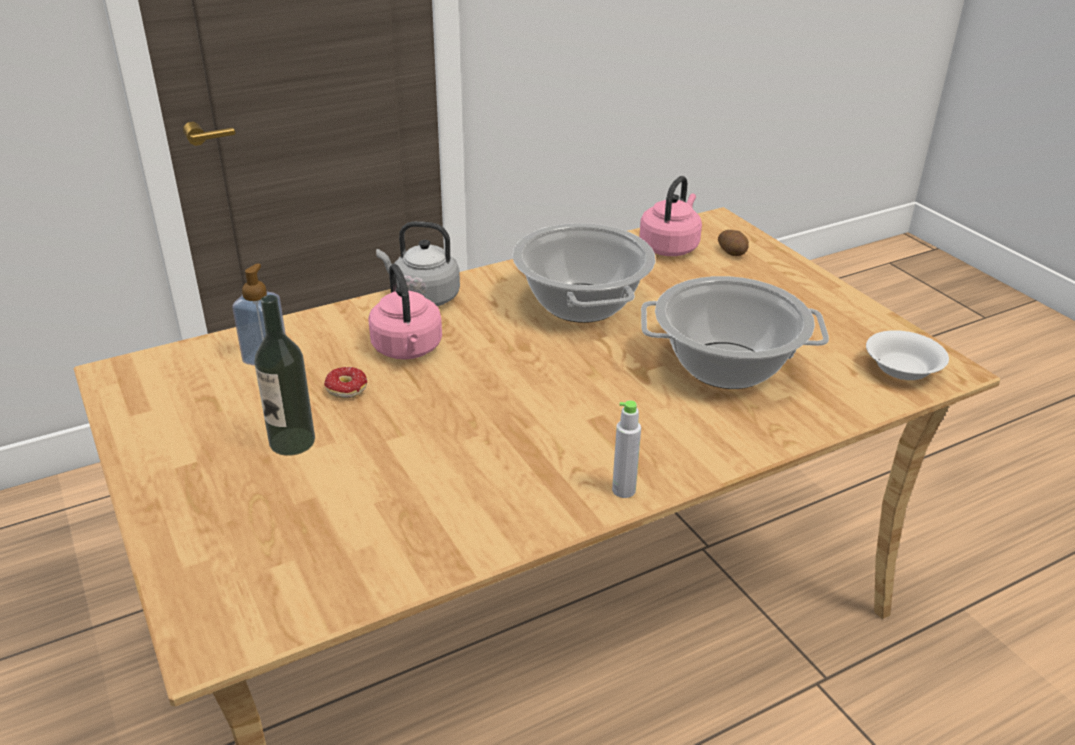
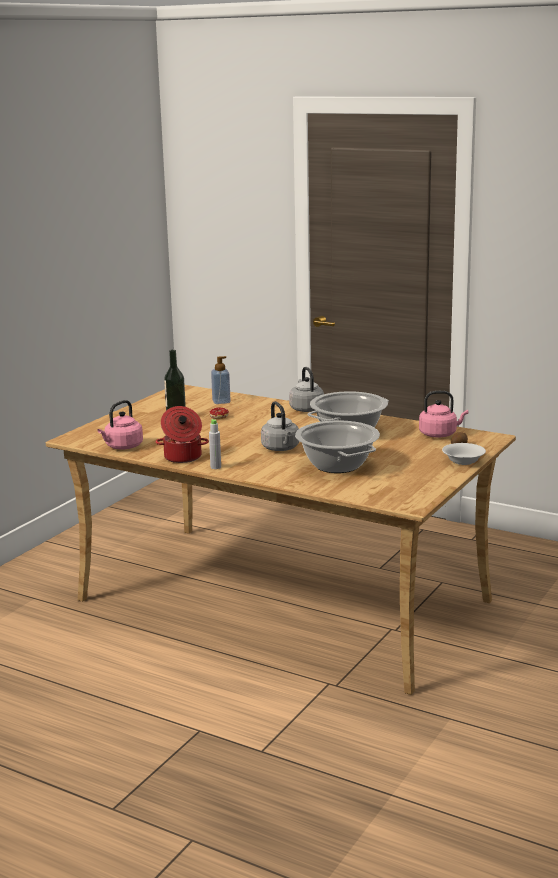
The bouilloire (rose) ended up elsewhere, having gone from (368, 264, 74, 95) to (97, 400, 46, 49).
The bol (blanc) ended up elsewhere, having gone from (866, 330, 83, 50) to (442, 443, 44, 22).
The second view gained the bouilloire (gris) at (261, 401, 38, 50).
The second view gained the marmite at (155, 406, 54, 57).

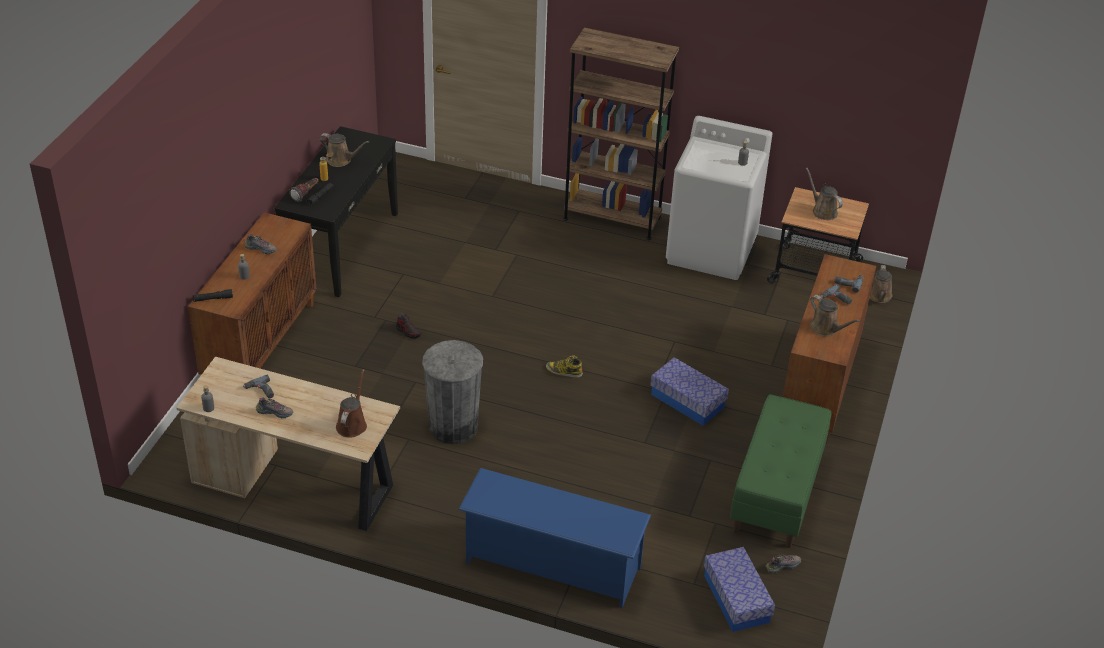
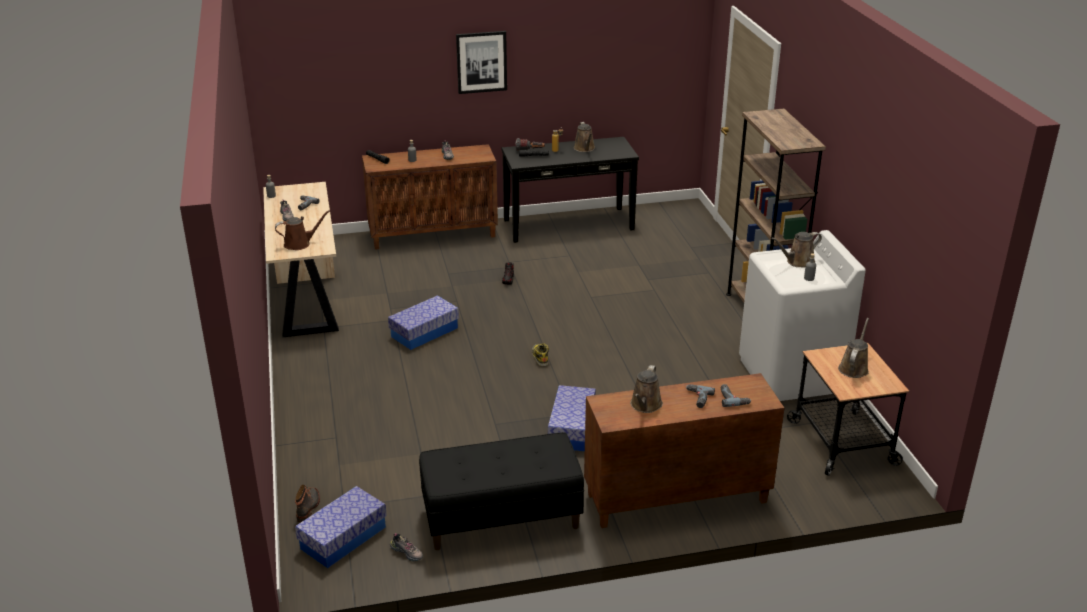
The arrosoir (marron) ended up elsewhere, having gone from (870, 265, 22, 38) to (771, 232, 51, 35).
Where the poubelle (gris) stood at (422, 340, 61, 104), the boîte de rangement came to stand at (388, 295, 71, 55).
What was the banc (vert) at (730, 394, 101, 154) turned into the banc (noir) at (419, 432, 165, 118).
The second view lost the étagère à chaussures (bleu) at (458, 468, 193, 140).
The second view gained the tableau at (456, 31, 51, 63).
The second view gained the botte at (295, 484, 25, 39).

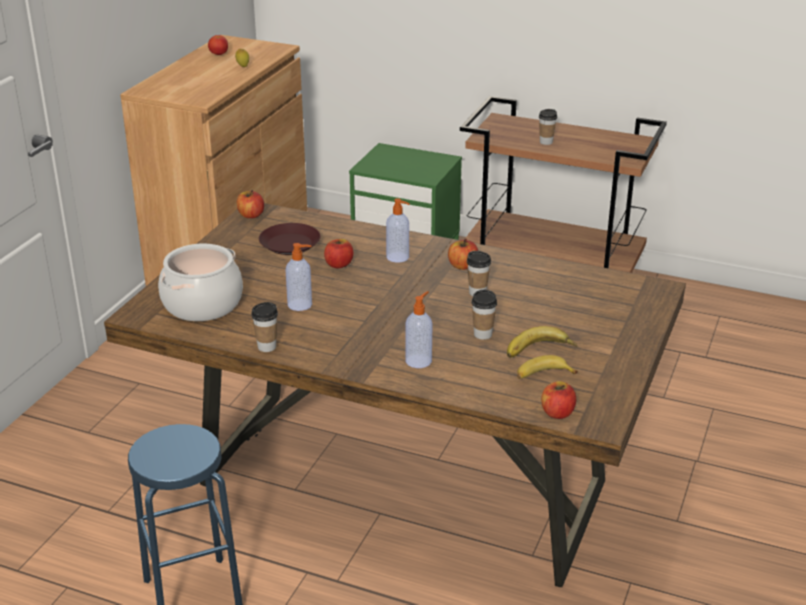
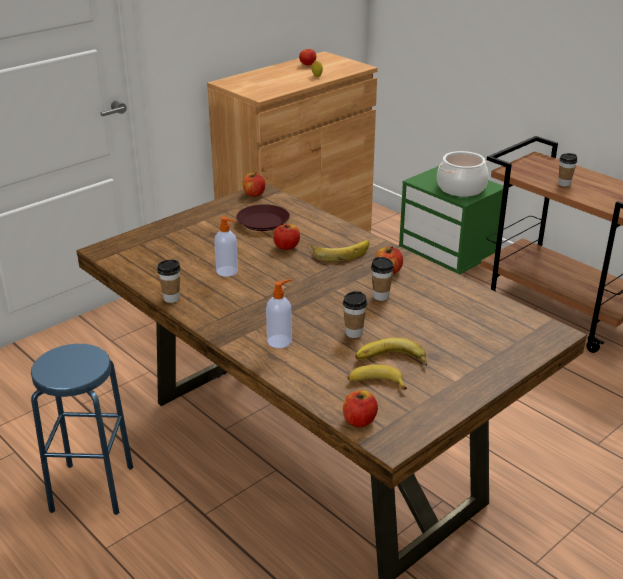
Where the distributeur de savon stood at (386, 198, 24, 65), the banane came to stand at (311, 240, 58, 21).
The marmite ended up elsewhere, having gone from (158, 244, 85, 77) to (437, 151, 52, 46).

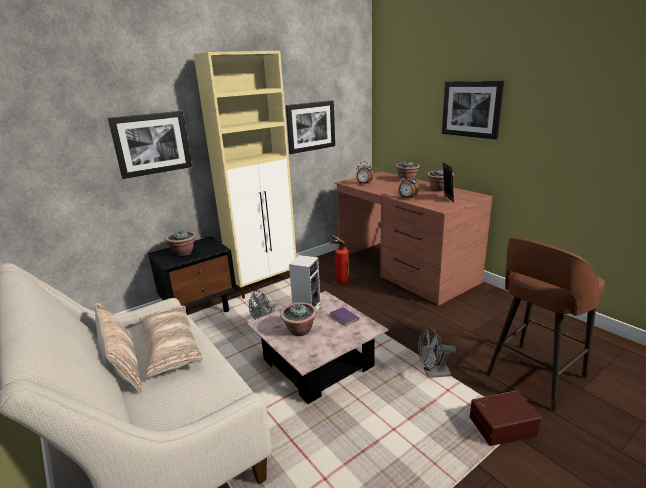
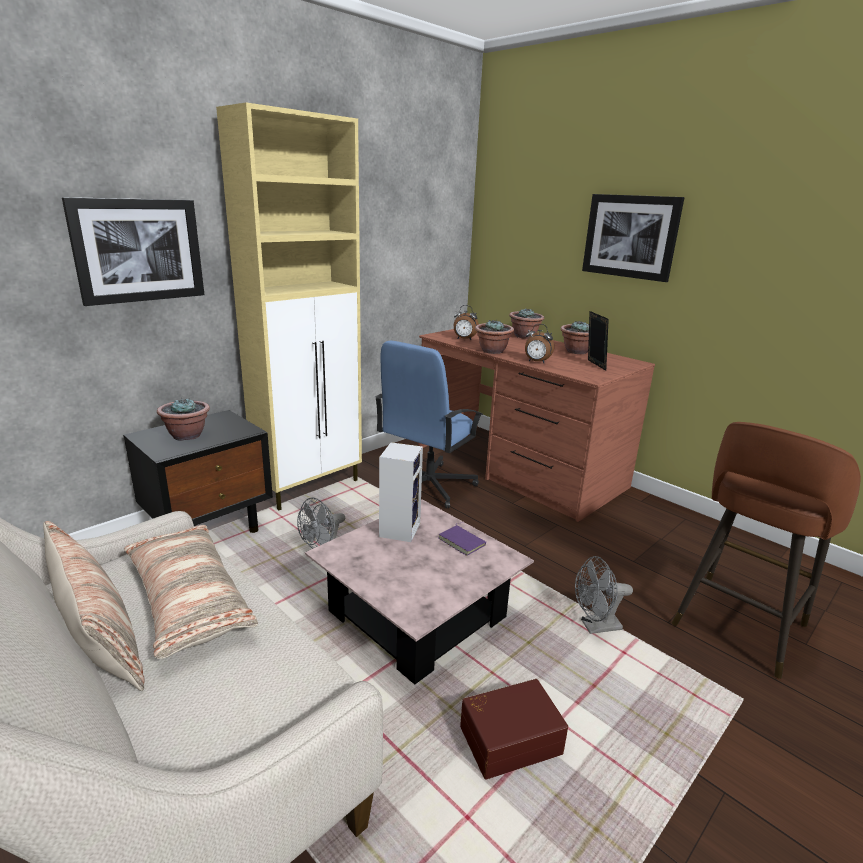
The second view lost the tableau at (286, 101, 49, 53).
Where the extincteur stood at (330, 234, 19, 51), the chaise de bureau (bleu) came to stand at (375, 340, 108, 168).
The plante en pot ended up elsewhere, having gone from (280, 302, 37, 34) to (475, 320, 39, 34).
The boîte de rangement (marron) ended up elsewhere, having gone from (470, 390, 72, 56) to (460, 679, 108, 100).

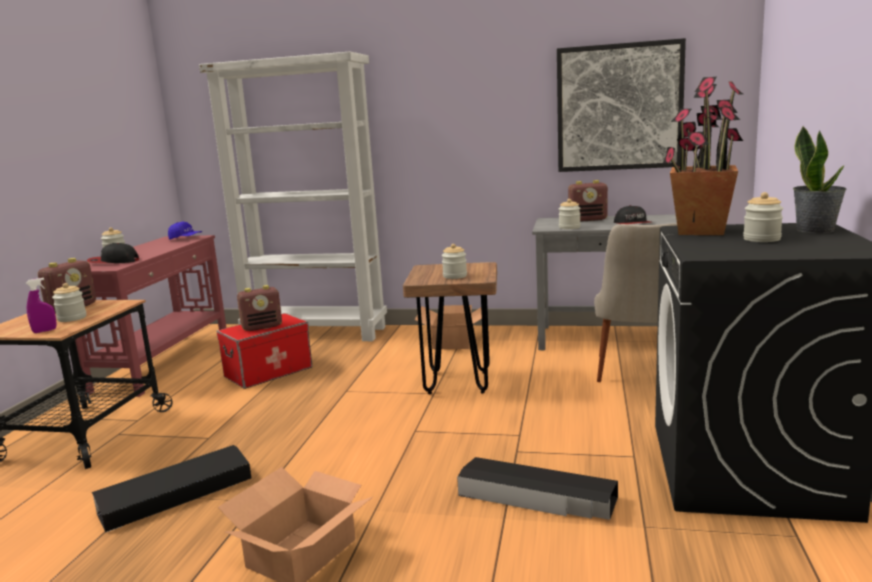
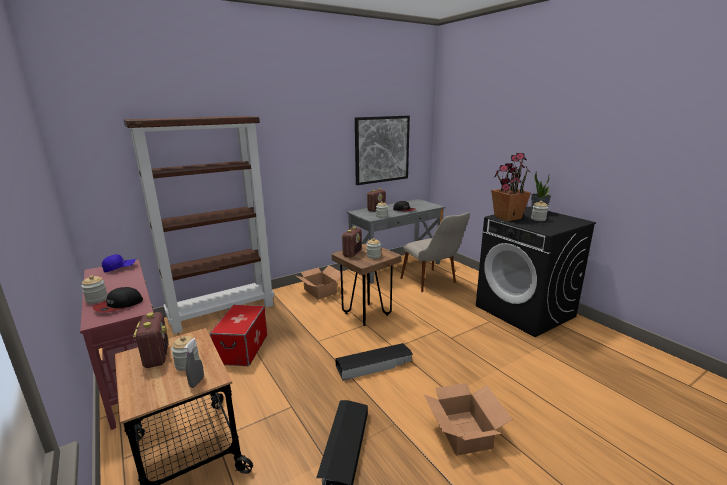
What was the bibliothèque (blanc) at (199, 51, 188, 290) turned into the bibliothèque (marron) at (123, 116, 152, 218).
What was the vaporisateur (violet) at (26, 278, 31, 55) turned into the vaporisateur (gris) at (185, 338, 19, 50).
The radio ended up elsewhere, having gone from (237, 285, 45, 46) to (342, 227, 20, 31).
The boîte de rangement (noir) ended up elsewhere, having gone from (457, 457, 161, 63) to (335, 343, 78, 38).

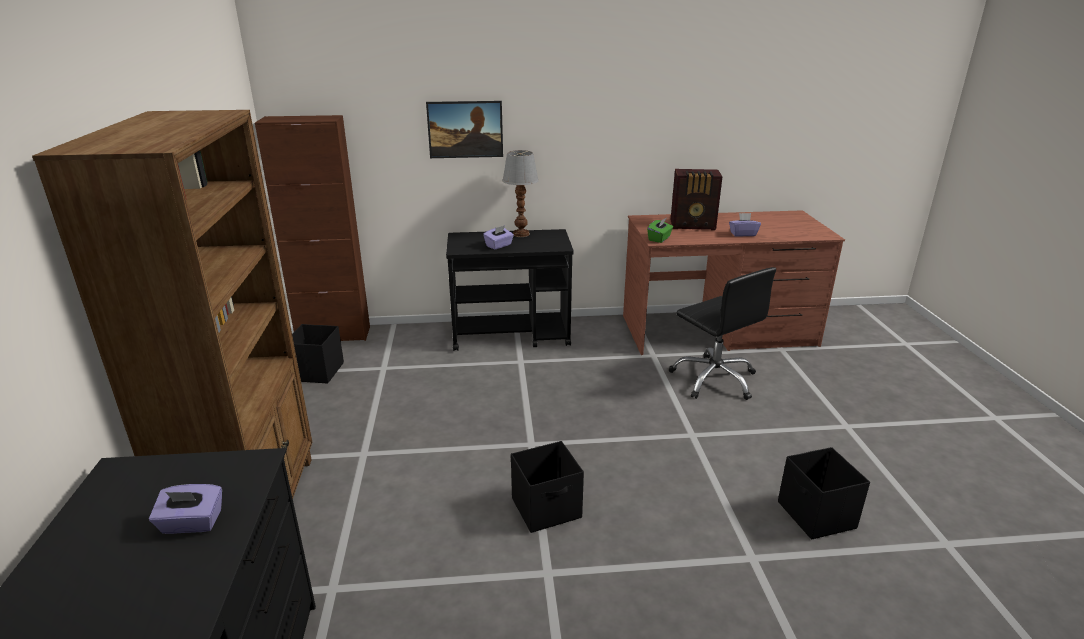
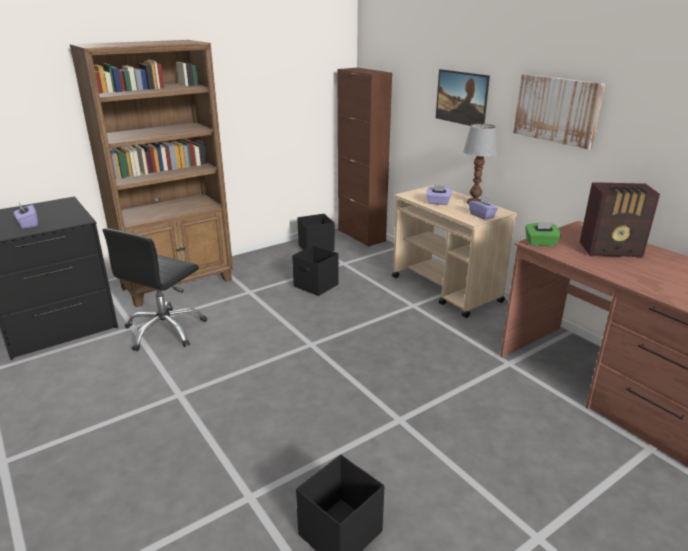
The radio at (671, 169, 51, 61) ended up facing another way, 60 degrees counterclockwise from before.
The boîte à mouchoirs (violet) ended up elsewhere, having gone from (729, 213, 32, 24) to (469, 195, 29, 25).
What was the chariot (noir) at (446, 229, 128, 122) turned into the chariot (beige) at (392, 185, 125, 133).
The chaise de bureau (noir) ended up elsewhere, having gone from (669, 267, 107, 133) to (103, 228, 104, 123).
The boîte de rangement (noir) ended up elsewhere, having gone from (511, 441, 73, 92) to (292, 245, 47, 51).
The second view gained the tableau at (513, 74, 92, 76).

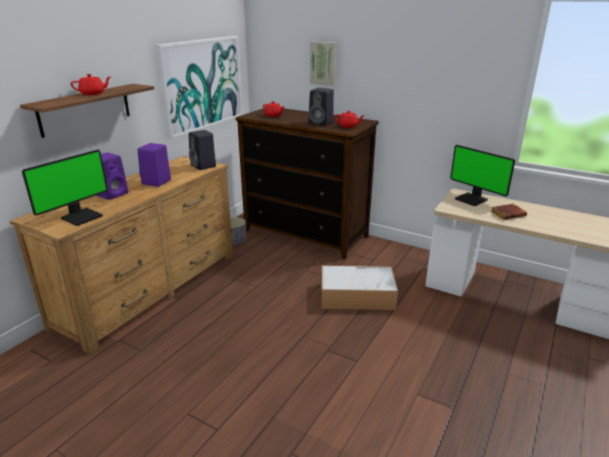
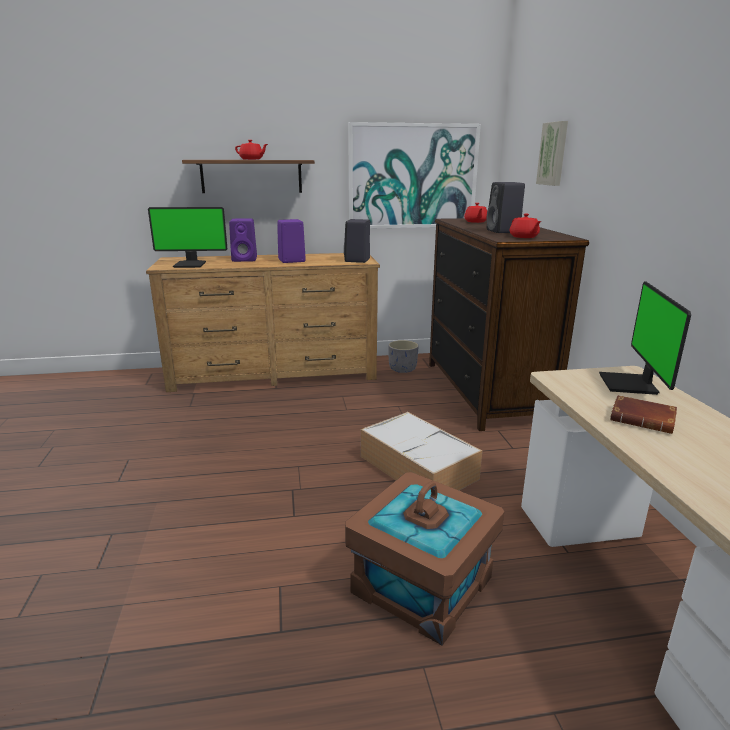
The second view gained the boîte de rangement (marron) at (345, 472, 159, 174).

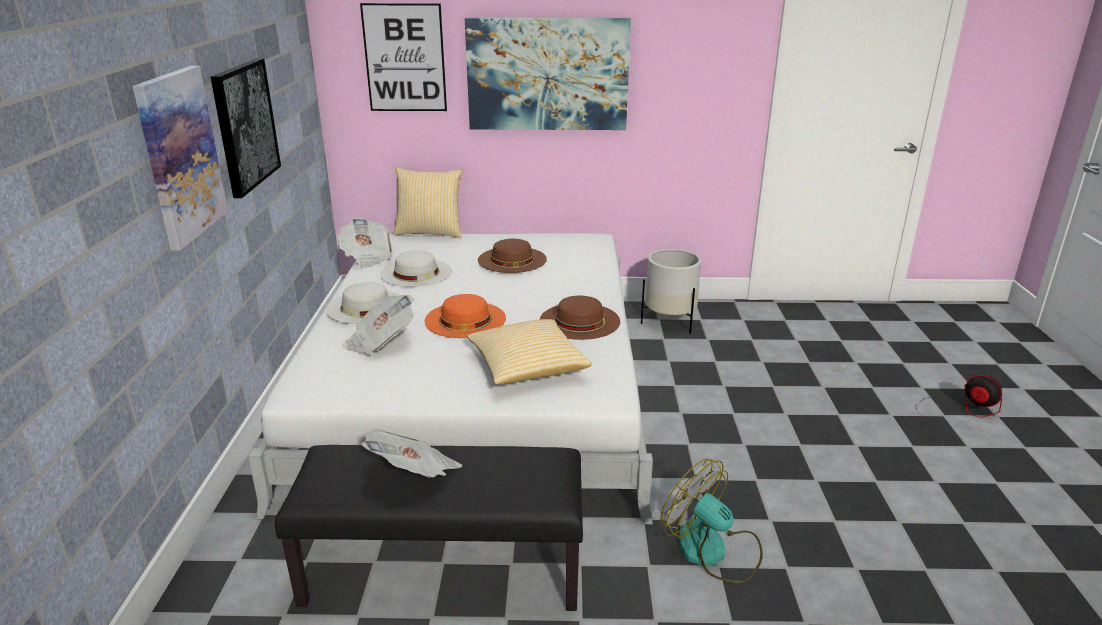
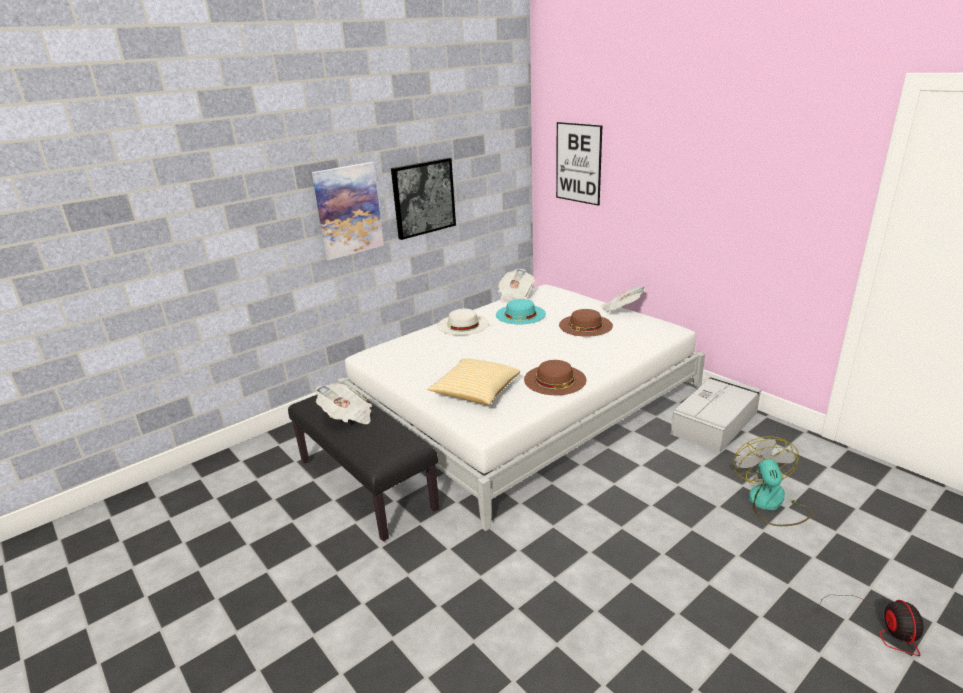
The second view lost the tableau at (465, 18, 166, 112).
The second view lost the coussin at (393, 168, 70, 70).
Where the cache-pot (blanc) stood at (641, 249, 60, 85), the boîte de rangement (gris) came to stand at (671, 375, 91, 78).
What was the chapeau (blanc) at (380, 251, 72, 36) turned into the chapeau (turquoise) at (496, 299, 50, 25).
The second view lost the chapeau (orange) at (425, 294, 81, 44).
The journal ended up elsewhere, having gone from (343, 295, 71, 61) to (601, 286, 45, 27).
The ventilateur ended up elsewhere, having gone from (660, 459, 103, 124) to (733, 436, 80, 90).

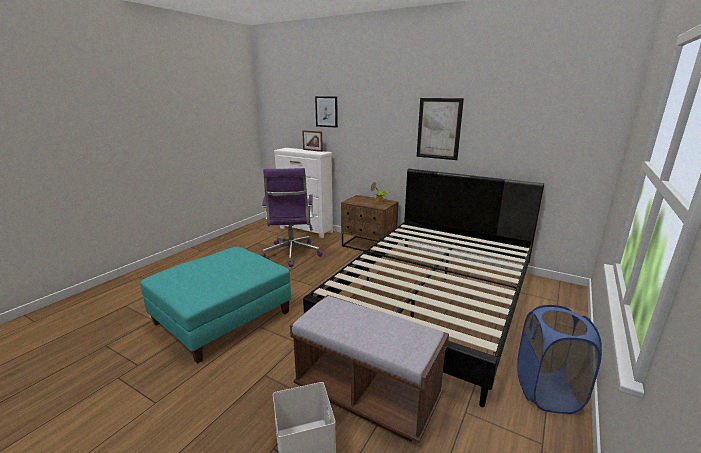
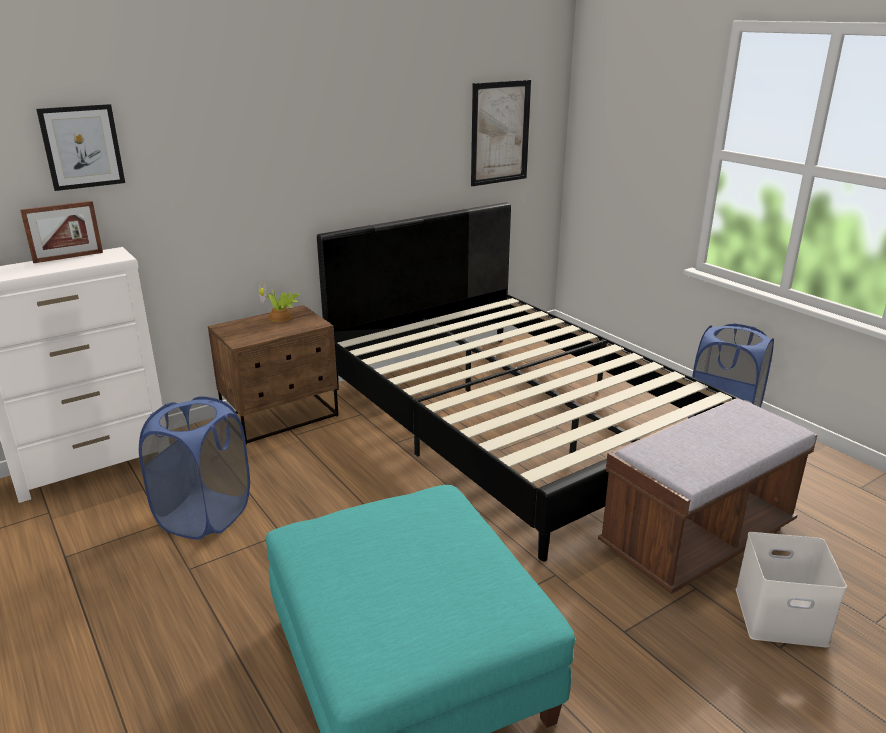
The tableau ended up elsewhere, having gone from (417, 98, 47, 62) to (471, 80, 60, 106).
Where the chaise de bureau (violet) stood at (260, 168, 63, 99), the panier à linge (bleu) came to stand at (139, 396, 111, 144).

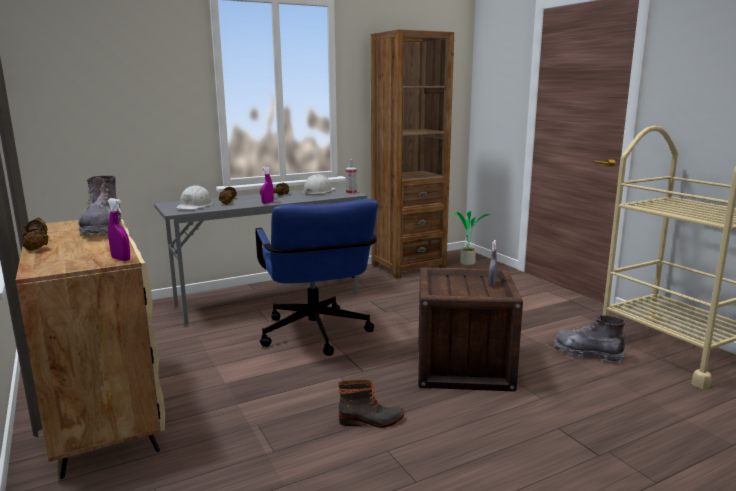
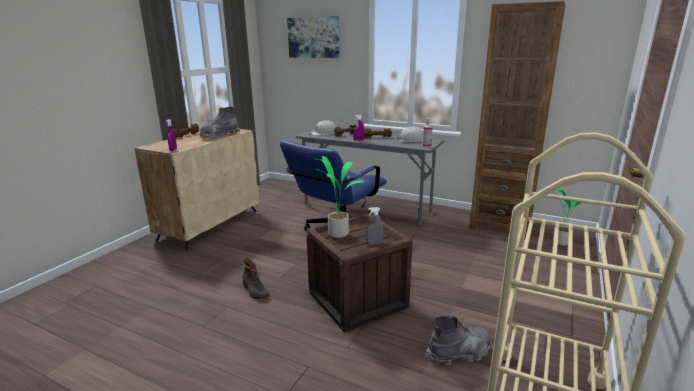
The botte (gris) at (553, 315, 72, 48) ended up facing another way, 75 degrees clockwise from before.
The second view gained the tableau at (287, 16, 52, 42).
The second view gained the plante en pot at (315, 156, 49, 82).

